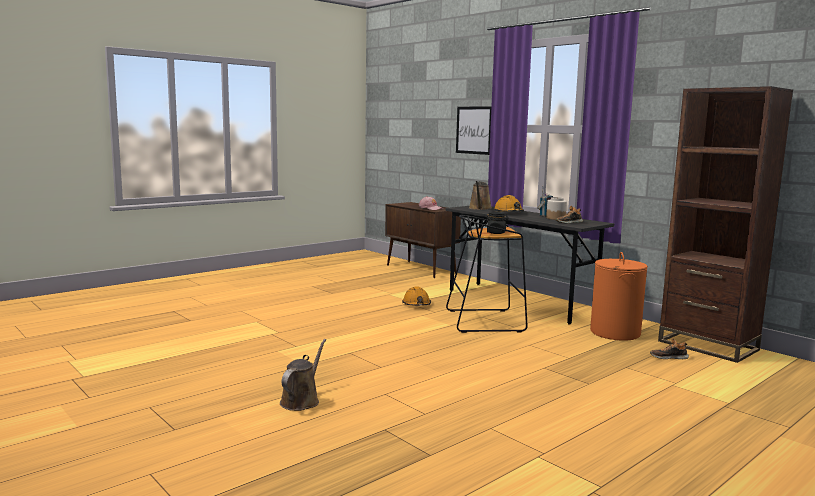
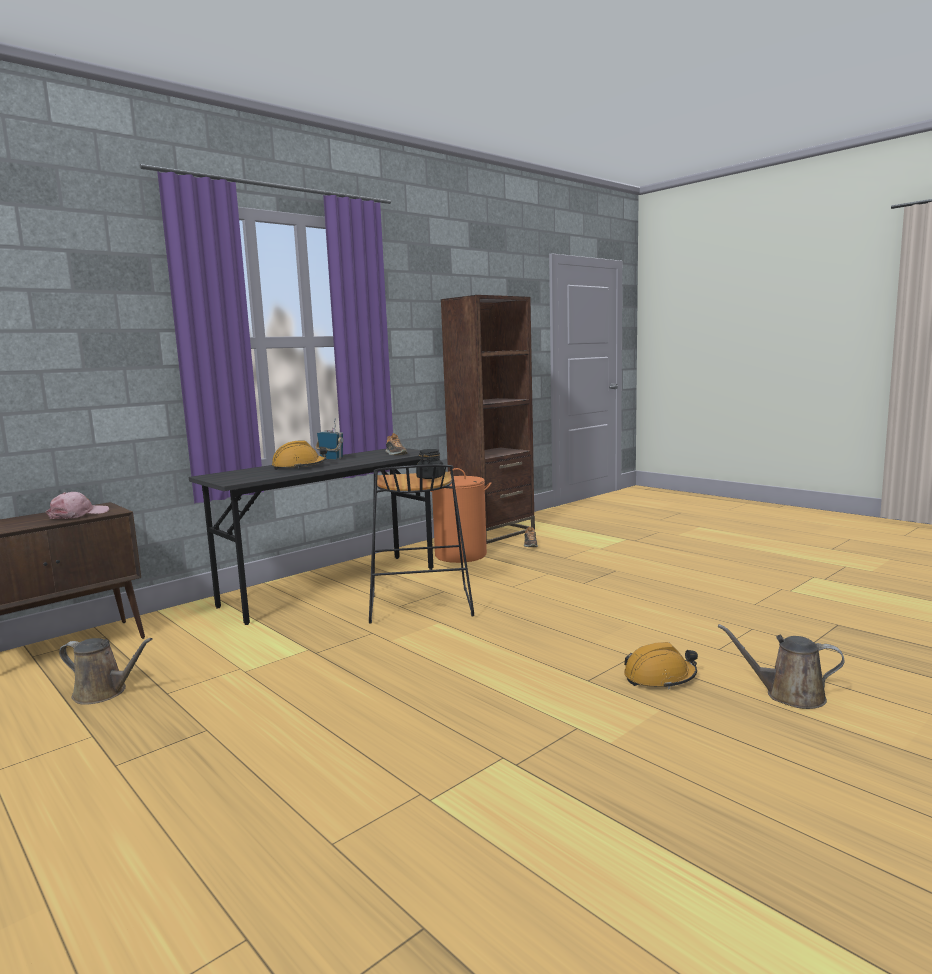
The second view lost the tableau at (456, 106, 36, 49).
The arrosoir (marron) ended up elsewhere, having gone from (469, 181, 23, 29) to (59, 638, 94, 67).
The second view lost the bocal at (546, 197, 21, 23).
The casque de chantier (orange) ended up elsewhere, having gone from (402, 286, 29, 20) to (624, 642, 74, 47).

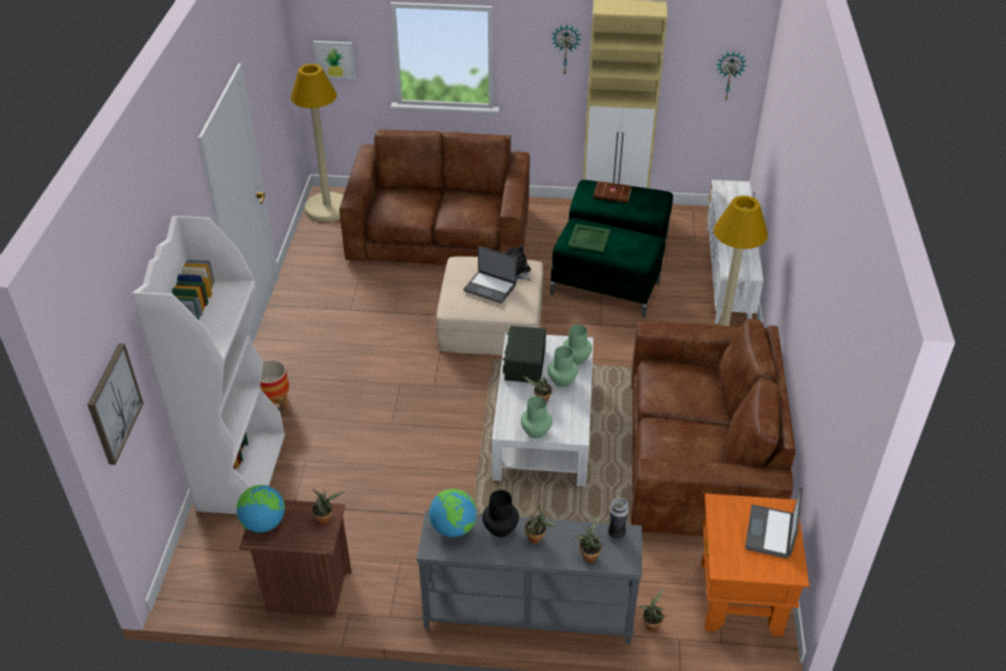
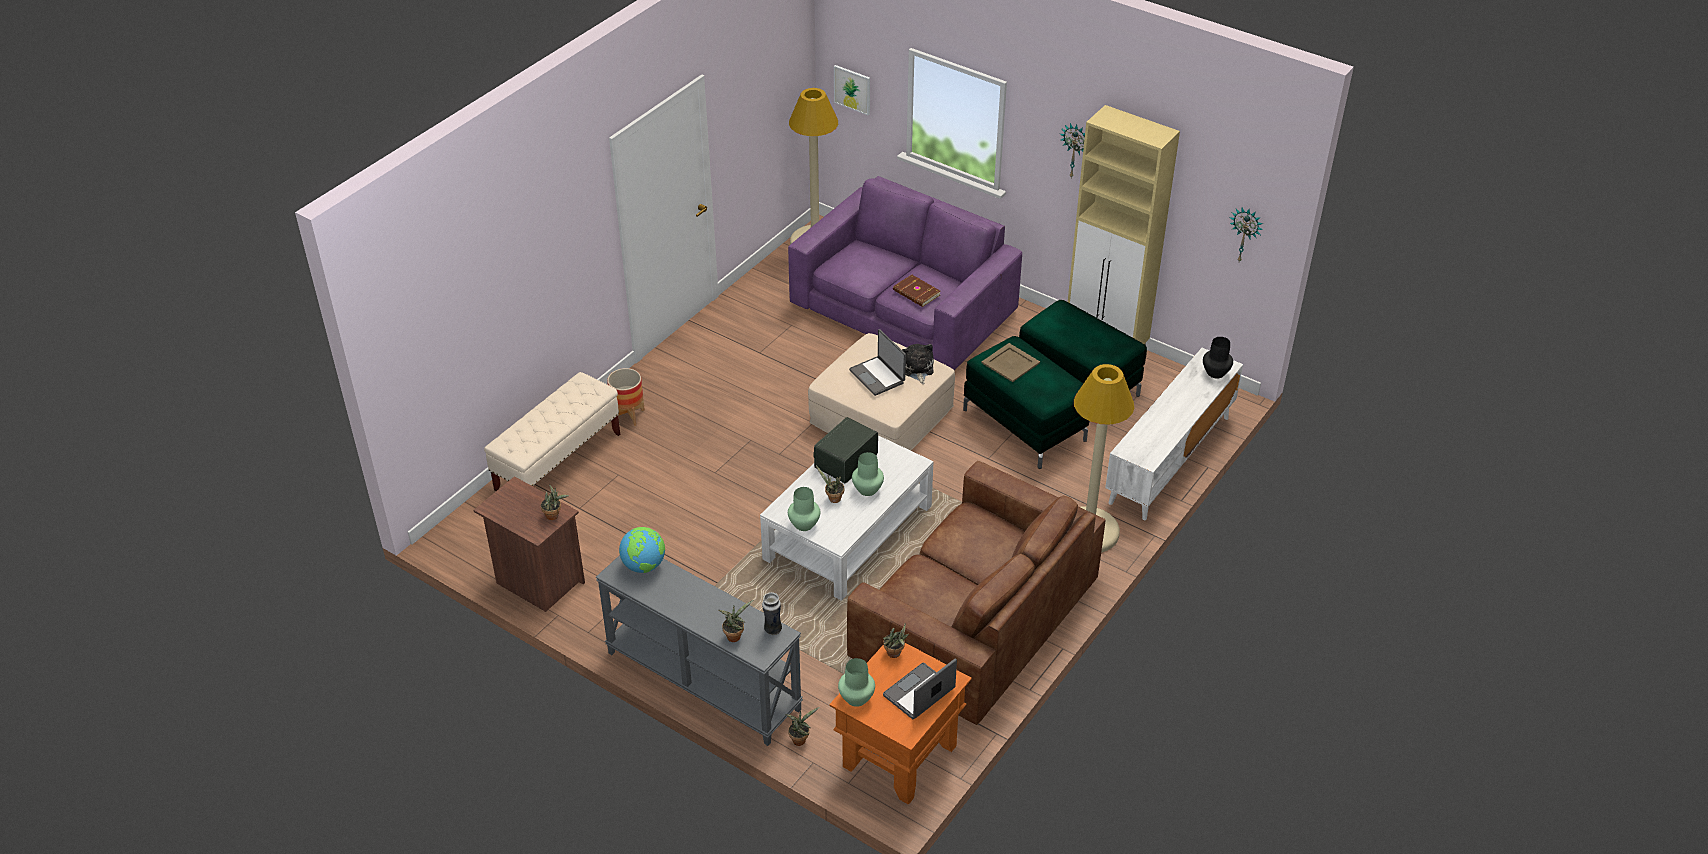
What was the canapé (marron) at (339, 129, 191, 136) turned into the canapé (violet) at (788, 176, 234, 194).
The livre (marron) ended up elsewhere, having gone from (593, 181, 39, 22) to (893, 274, 48, 33).
Where the bibliothèque (blanc) stood at (132, 216, 153, 298), the banc (beige) came to stand at (484, 372, 136, 119).
What was the plateau (vert) at (568, 224, 43, 29) turned into the plateau (beige) at (982, 343, 58, 39).
The vase (vert) ended up elsewhere, having gone from (563, 324, 29, 41) to (838, 658, 37, 49).
The second view lost the tableau at (87, 343, 57, 122).
The second view lost the globe at (236, 485, 49, 48).
The vase (noir) ended up elsewhere, having gone from (482, 490, 37, 47) to (1203, 337, 30, 42).
The plante en pot ended up elsewhere, having gone from (524, 505, 32, 38) to (883, 623, 26, 35).

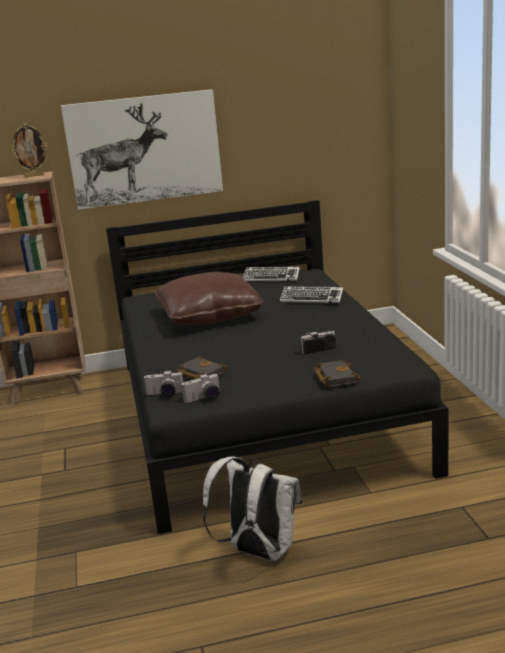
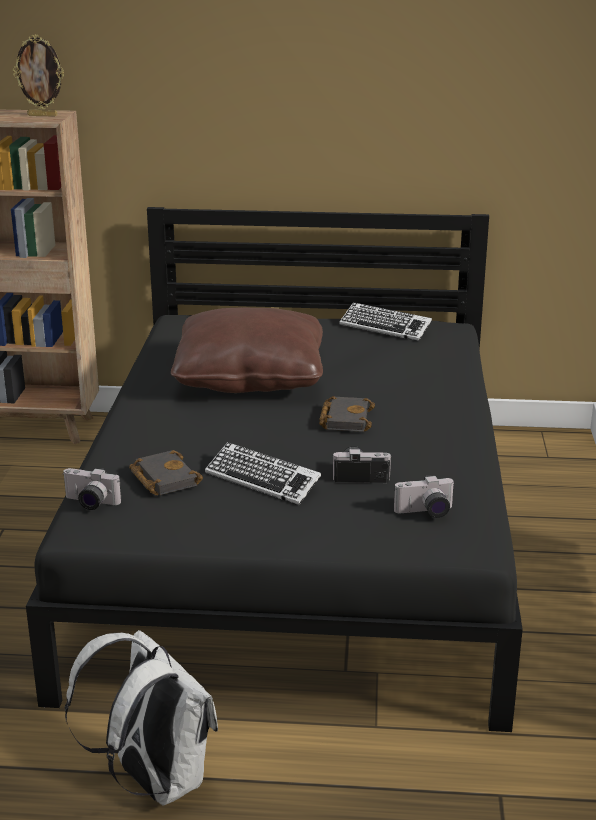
The second view lost the tableau at (61, 89, 162, 121).
The clavier ended up elsewhere, having gone from (280, 286, 63, 17) to (205, 442, 116, 63).
The livre (noir) ended up elsewhere, having gone from (314, 360, 46, 27) to (319, 396, 56, 36).
The appareil photo ended up elsewhere, having gone from (181, 374, 39, 29) to (394, 475, 61, 43).

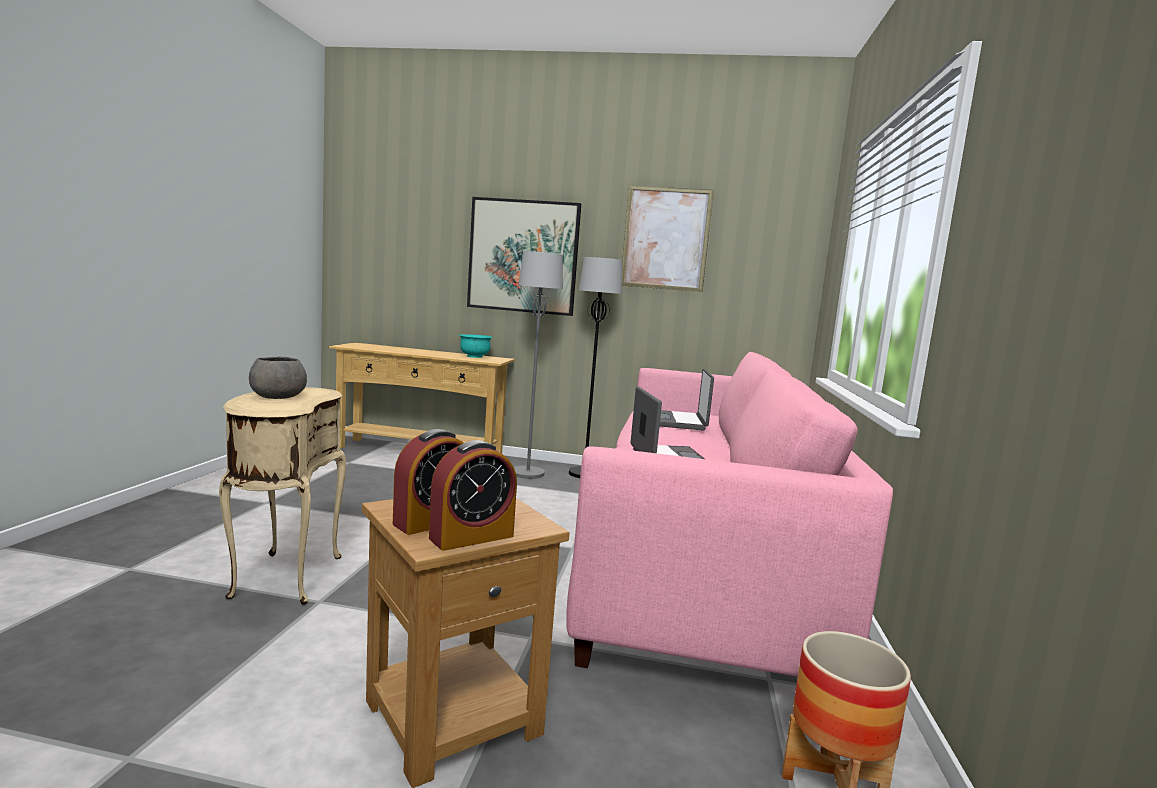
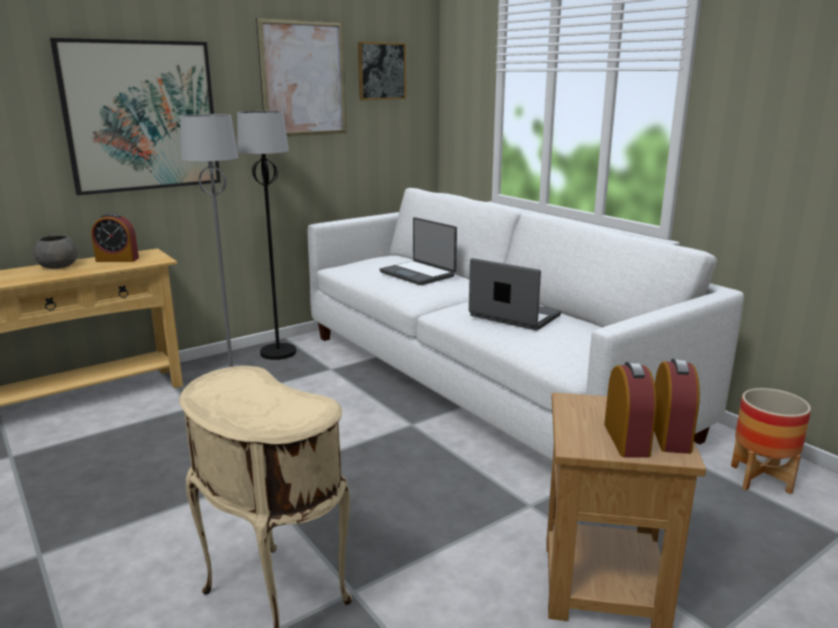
Where the bol (turquoise) stood at (459, 334, 33, 24), the réveil came to stand at (91, 213, 48, 49).
What was the canapé (rose) at (567, 352, 326, 325) turned into the canapé (blanc) at (308, 188, 436, 273).
The bol (gris) ended up elsewhere, having gone from (249, 357, 58, 42) to (34, 235, 44, 34).
The second view gained the tableau at (358, 42, 48, 58).

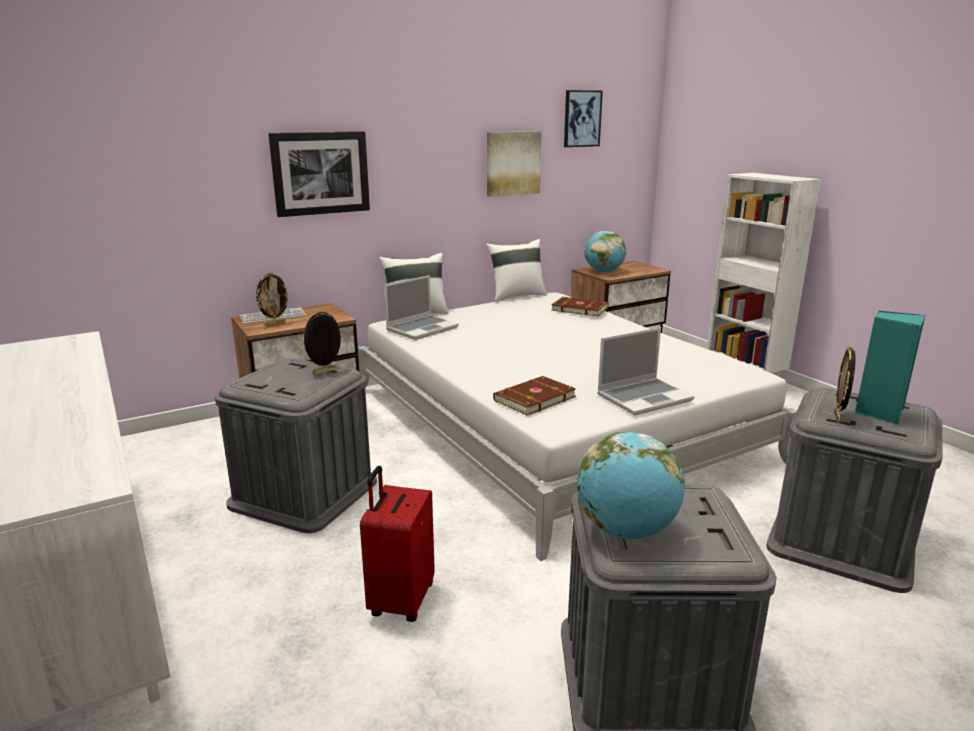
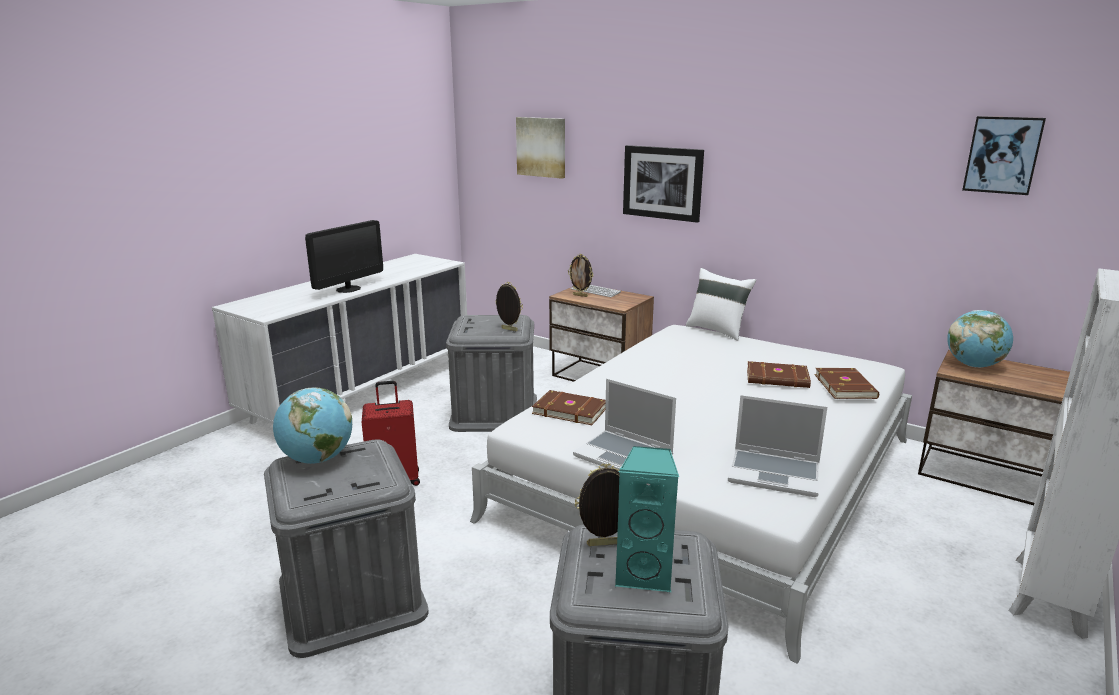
The tableau ended up elsewhere, having gone from (487, 131, 55, 66) to (516, 117, 49, 62).
The second view lost the coussin (blanc) at (486, 239, 61, 63).
The ordinateur portable ended up elsewhere, having gone from (384, 275, 75, 65) to (728, 395, 99, 102).
The second view gained the écran d'ordinateur at (305, 220, 78, 73).
The second view gained the livre (marron) at (747, 361, 64, 27).

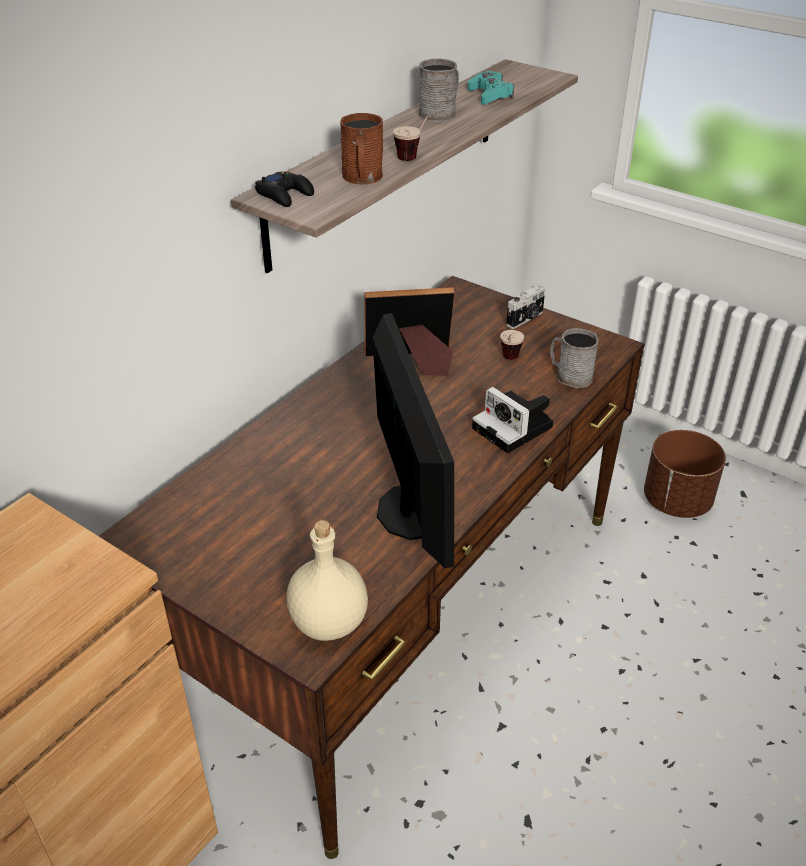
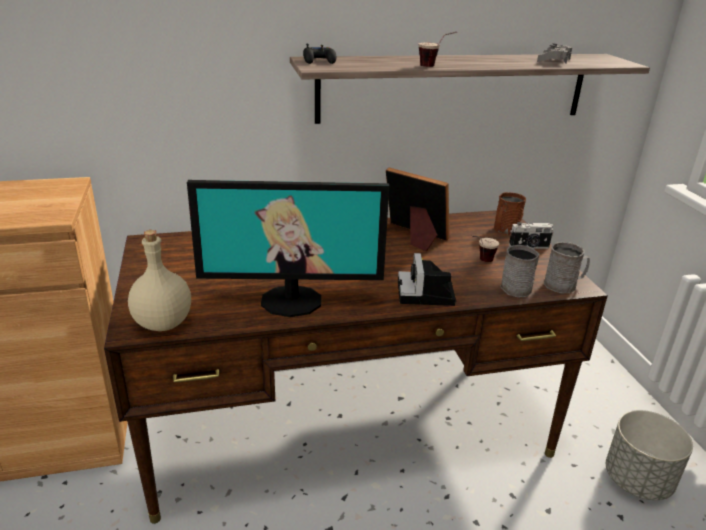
The mug (gris) ended up elsewhere, having gone from (419, 59, 40, 63) to (544, 242, 46, 51).
What was the manette (turquoise) at (468, 71, 46, 34) turned into the manette (gris) at (537, 43, 35, 21).
The mug (marron) ended up elsewhere, having gone from (340, 113, 43, 71) to (494, 192, 32, 43).
The écran d'ordinateur at (372, 313, 82, 255) ended up facing another way, 60 degrees clockwise from before.
What was the cache-pot (marron) at (644, 430, 82, 88) turned into the cache-pot (gris) at (606, 410, 87, 90).

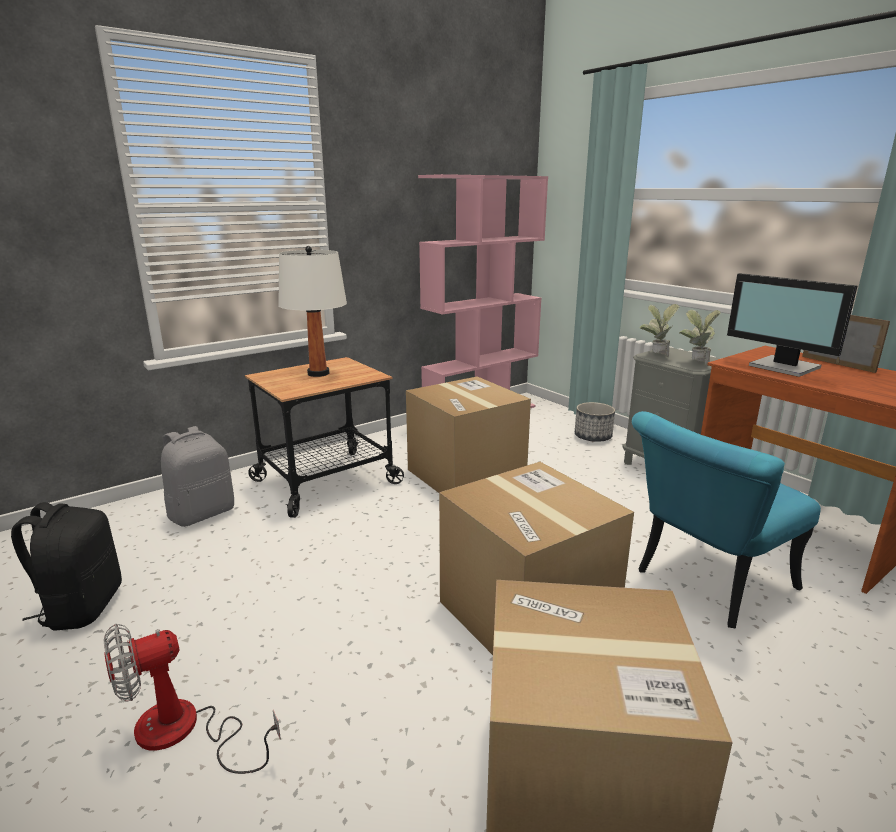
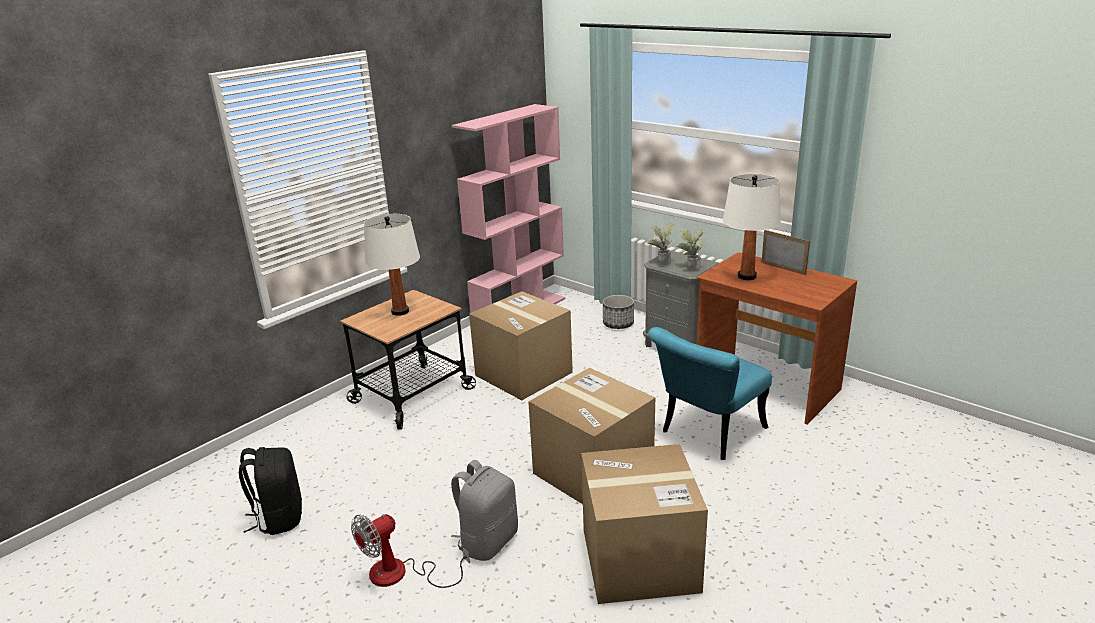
Where the écran d'ordinateur stood at (727, 273, 131, 104), the lampe de table (blanc) came to stand at (723, 174, 58, 106).
The sac à dos (gris) ended up elsewhere, having gone from (161, 426, 73, 101) to (451, 460, 67, 101).

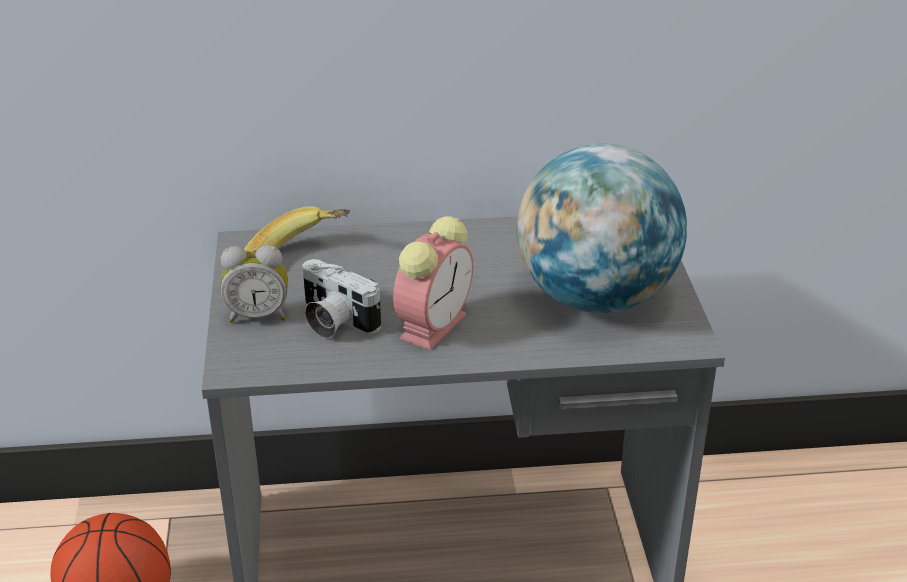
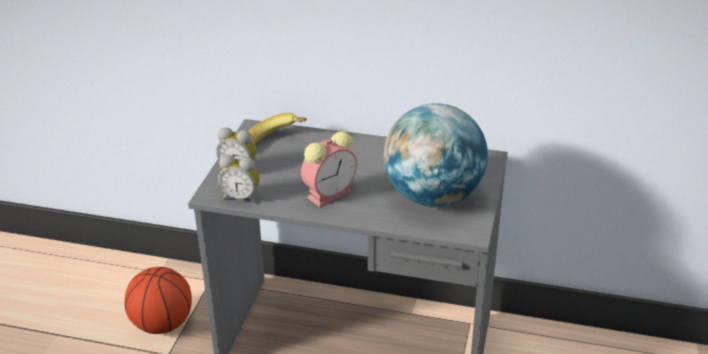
The second view lost the appareil photo at (303, 259, 78, 79).
The second view gained the réveil at (218, 155, 41, 48).

